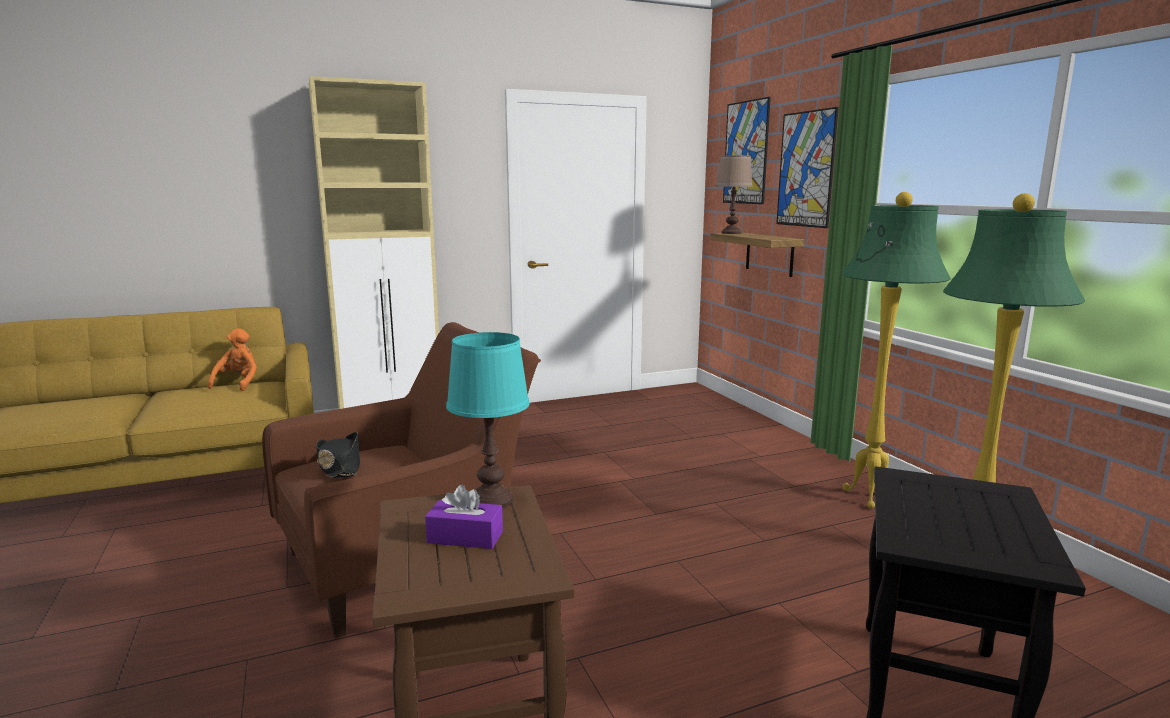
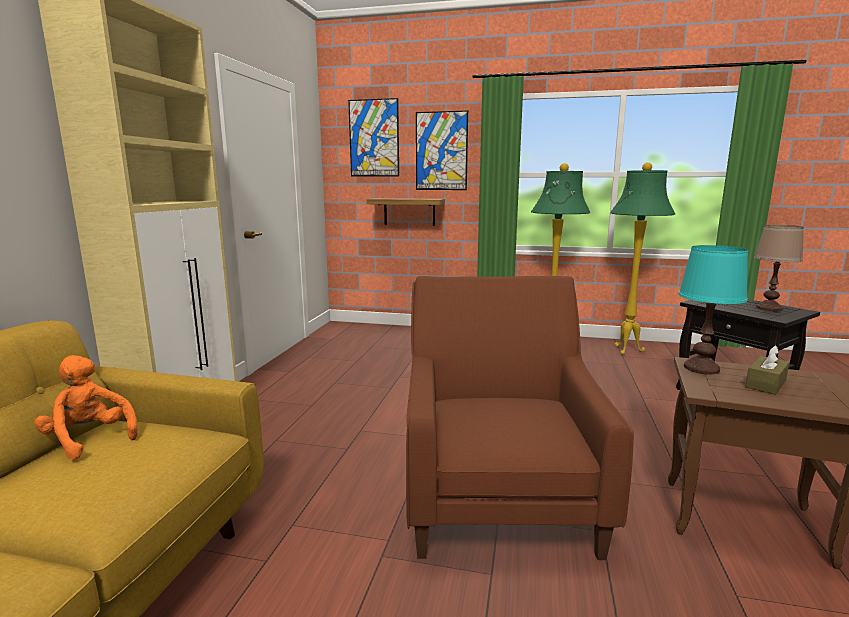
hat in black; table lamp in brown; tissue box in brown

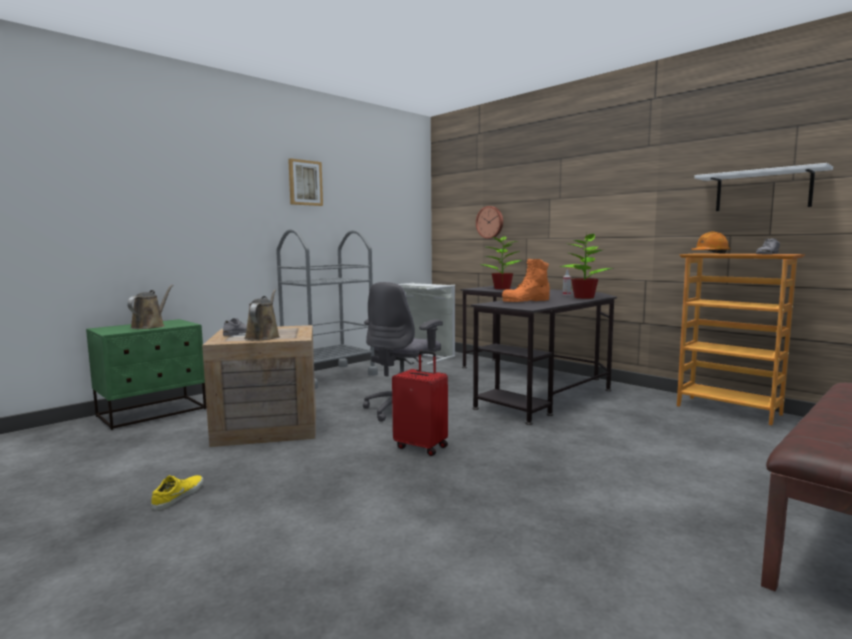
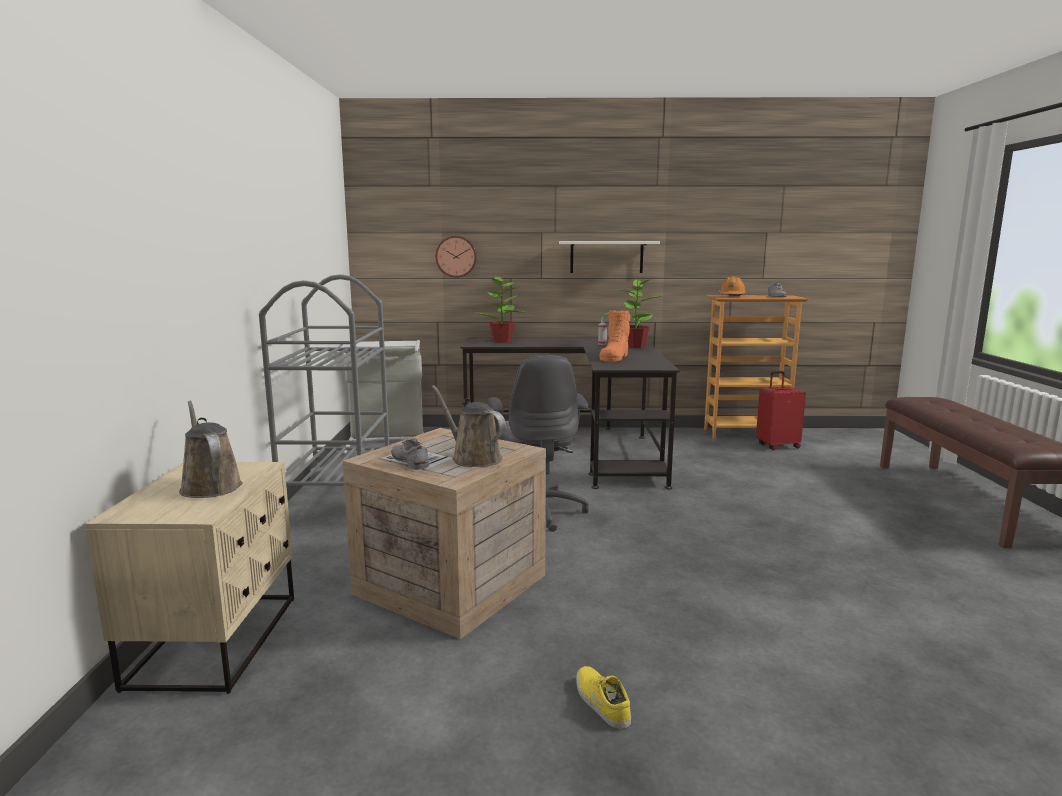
picture; suitcase in red; shelf in white; nightstand in beige

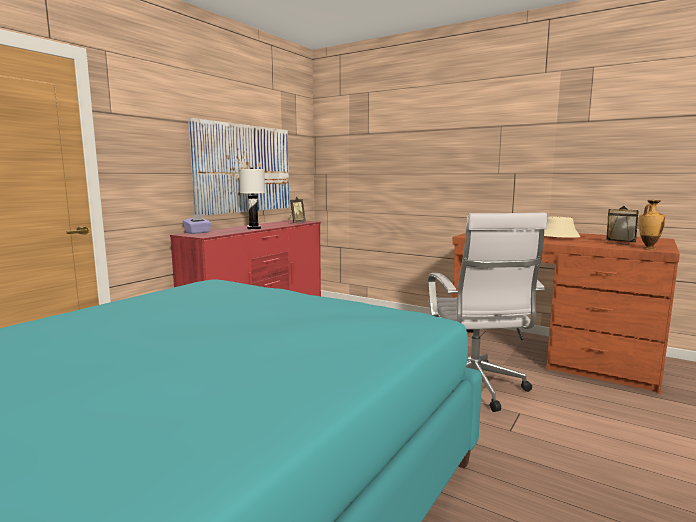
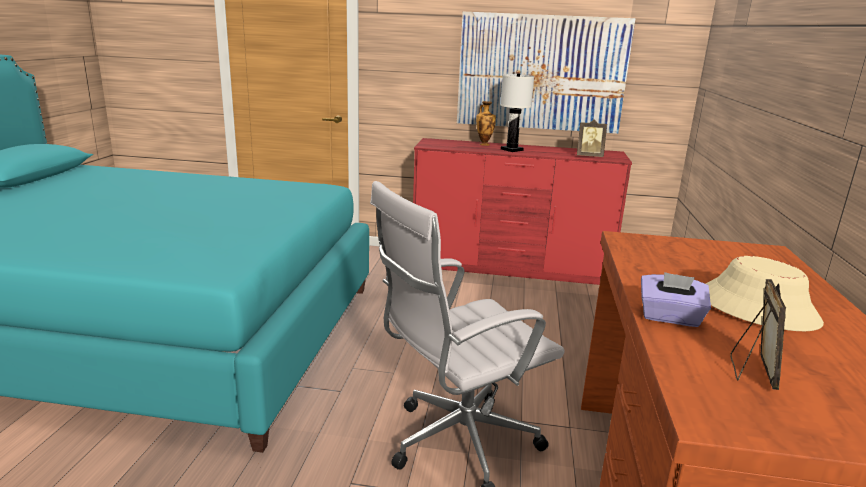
tissue box in purple; vase

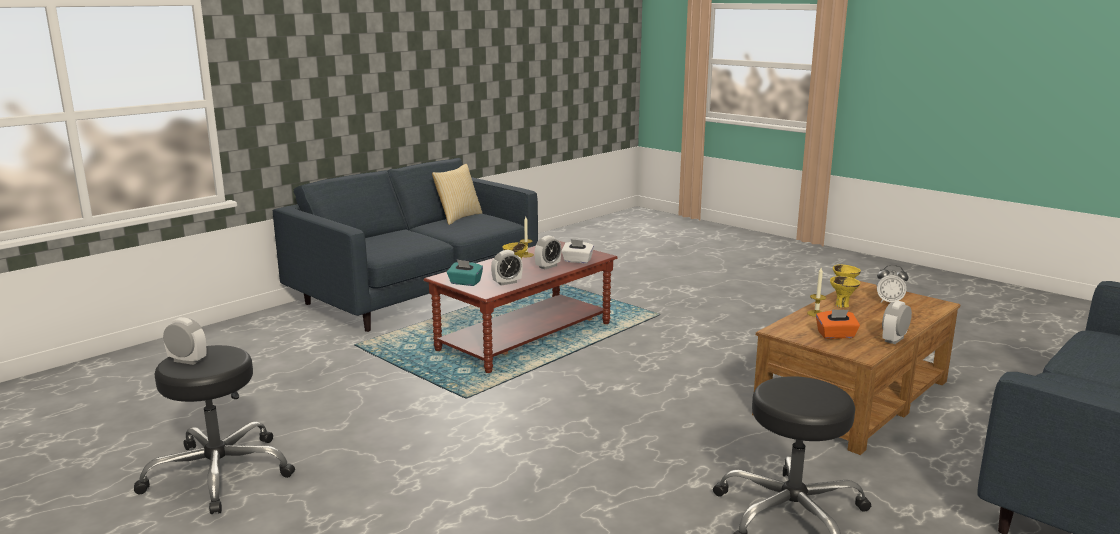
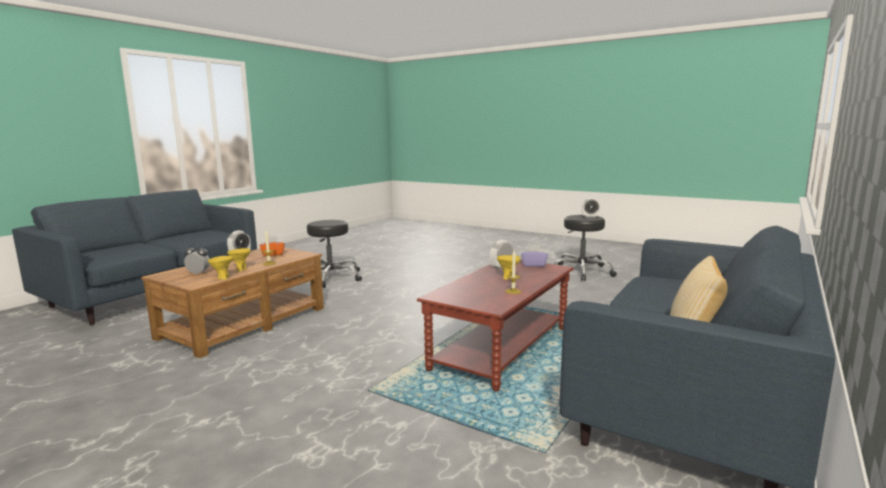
alarm clock (no. 3 from left in the first image); tissue box in white; tissue box in purple

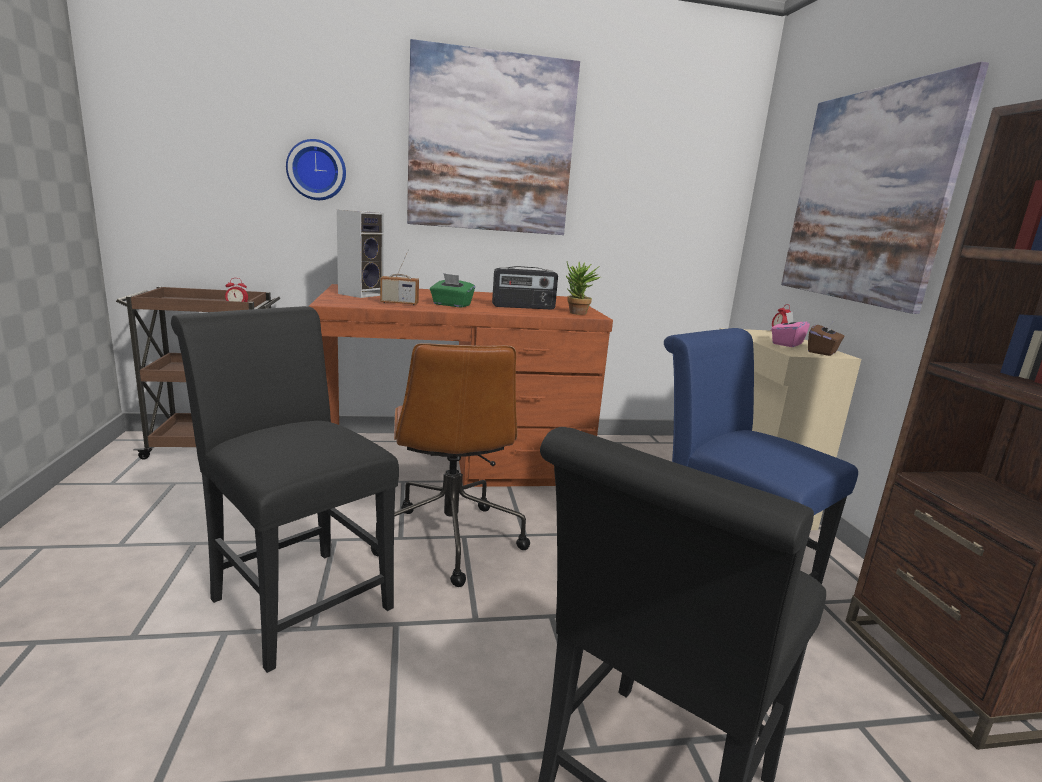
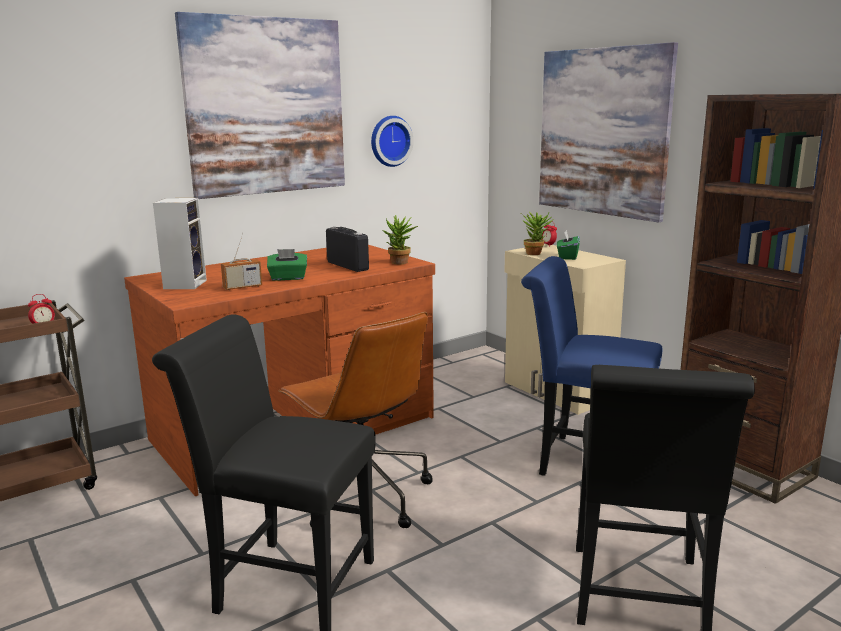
tissue box in brown; potted plant (no. 2 from left); wall clock; tissue box in green (no. 2 from left); radio (no. 2 from left)

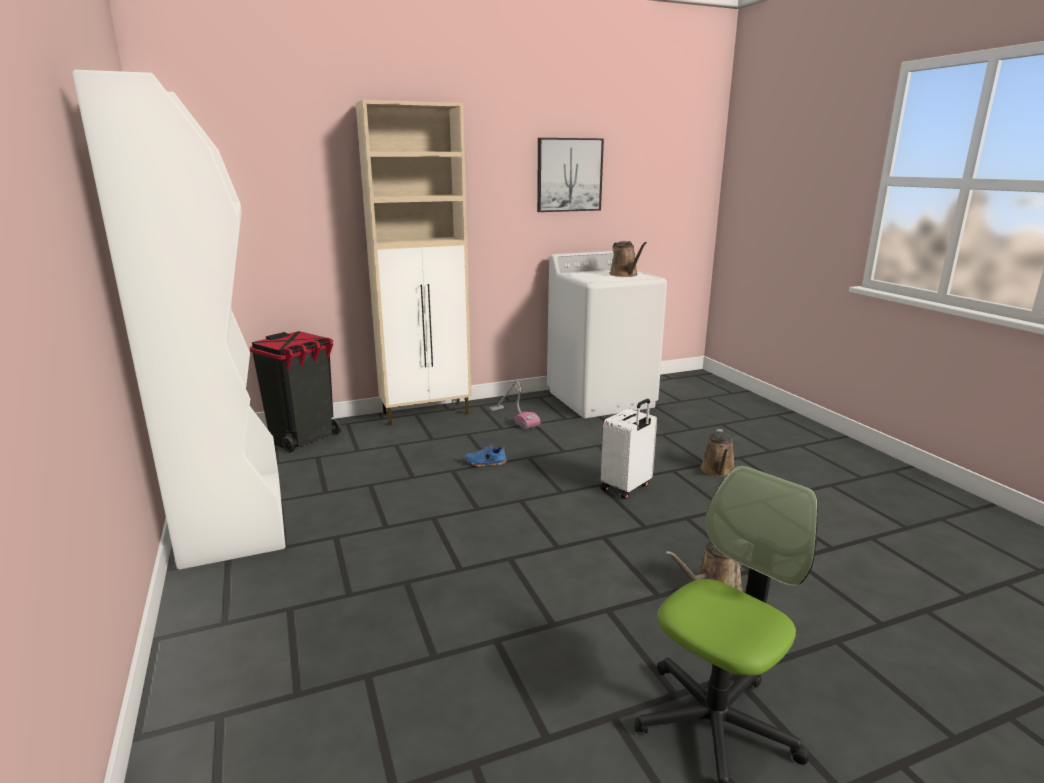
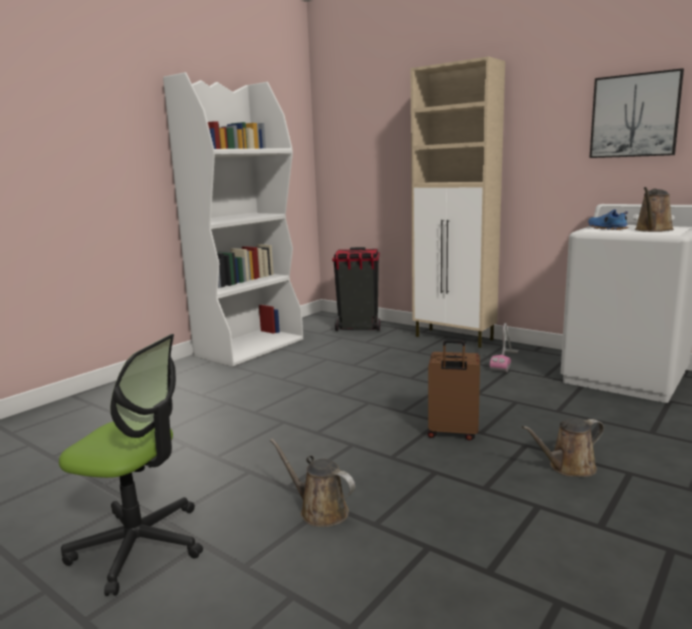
shoe in blue; suitcase in brown

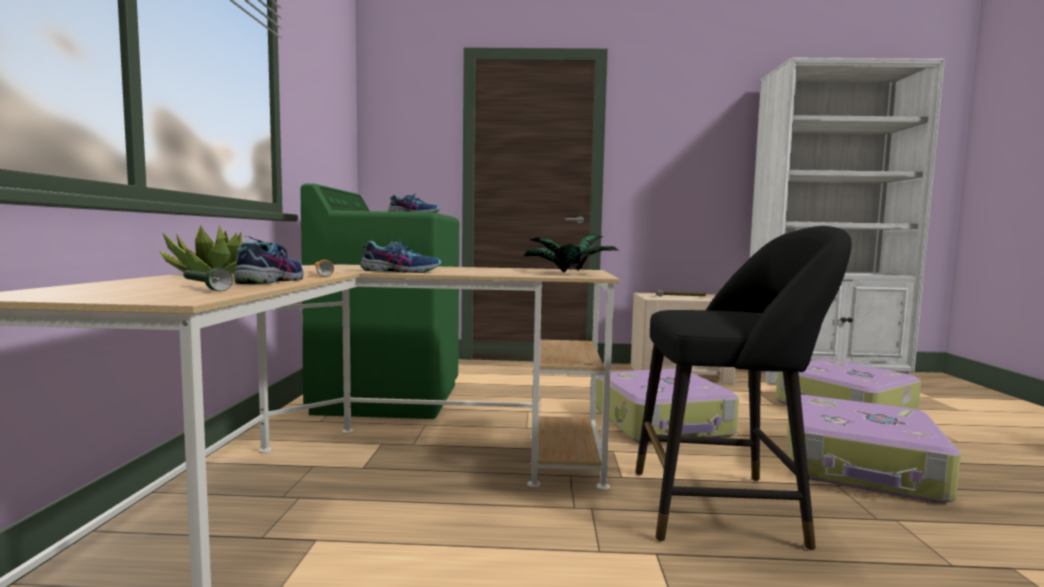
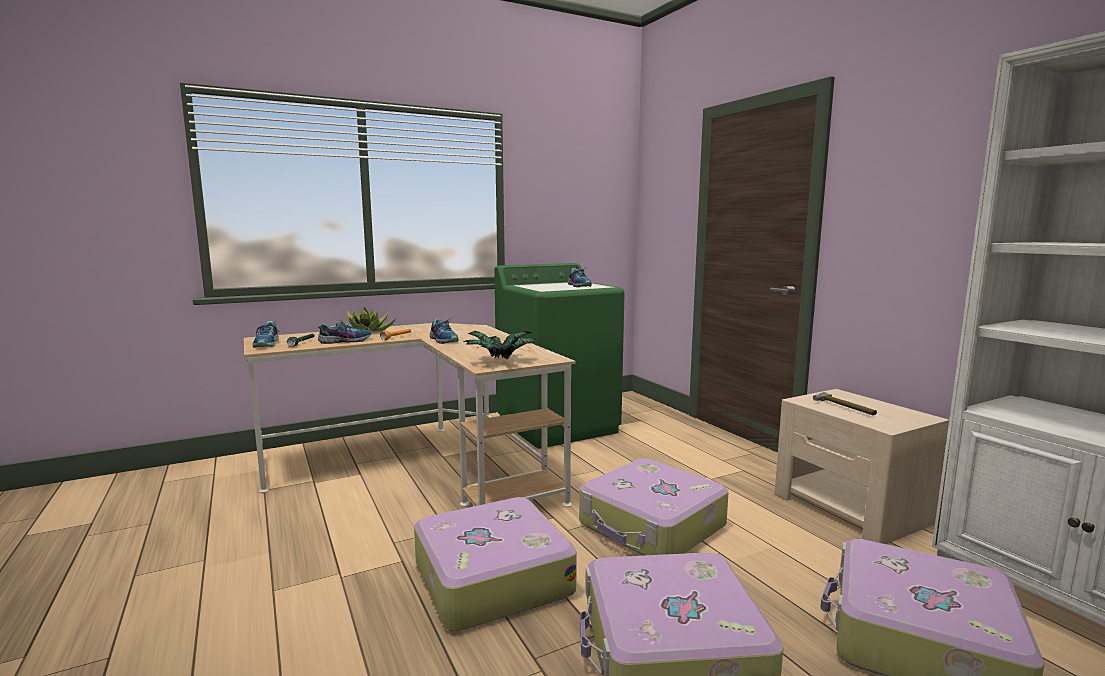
shoe (no. 1 from left); suitcase (no. 1 from left)

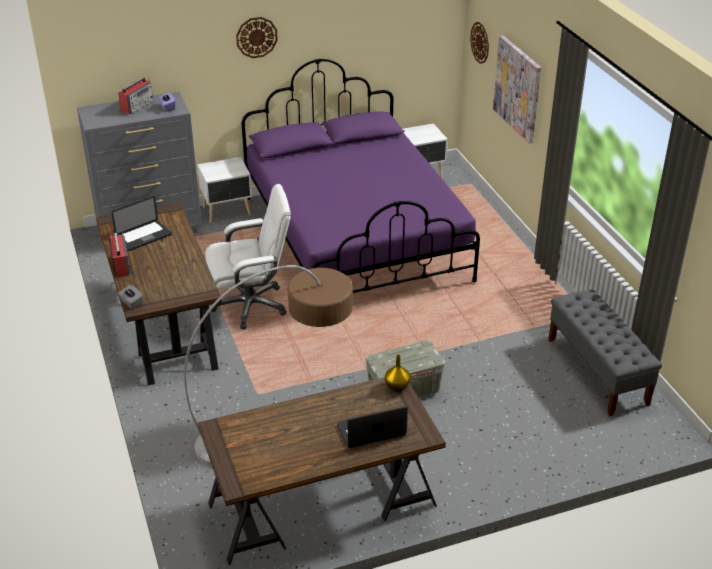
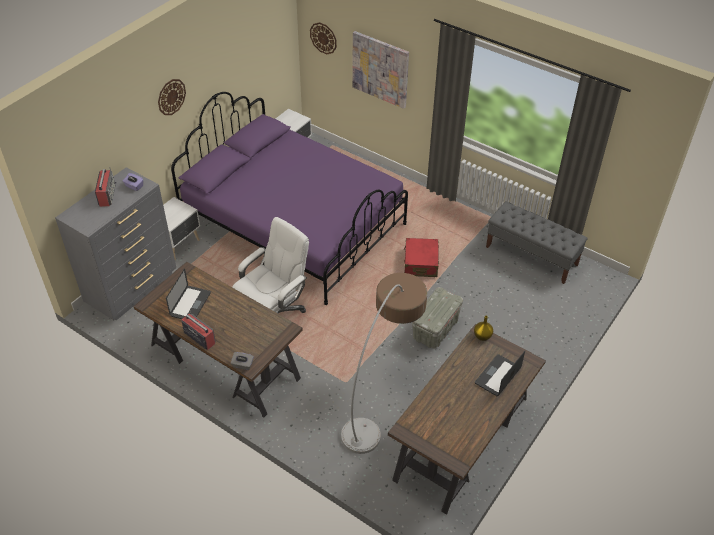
suitcase in red

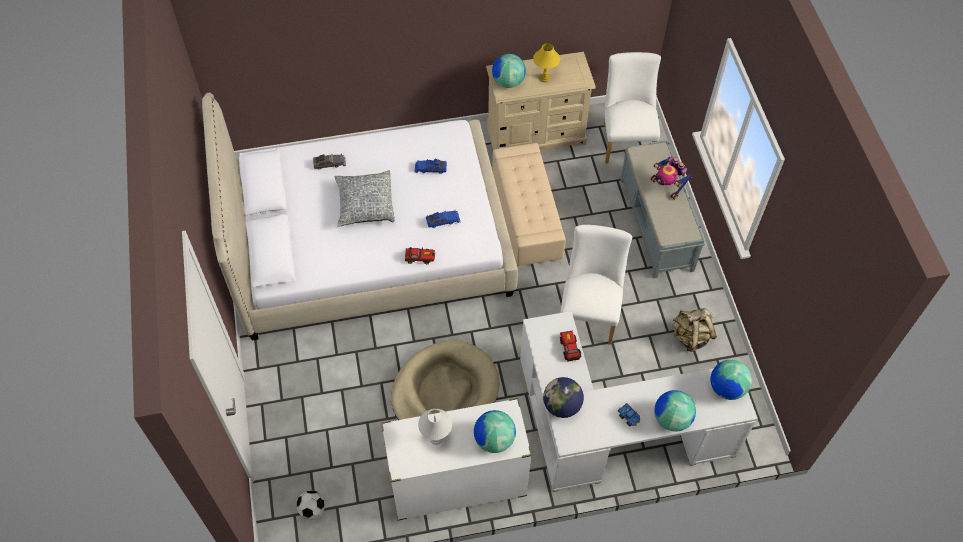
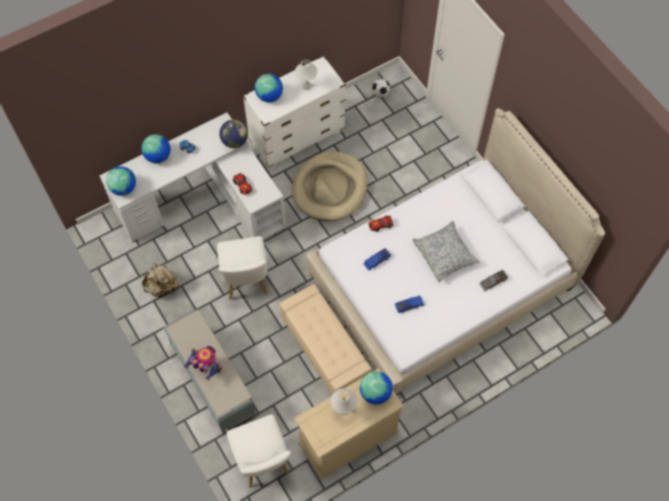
table lamp in white (no. 2 from left)

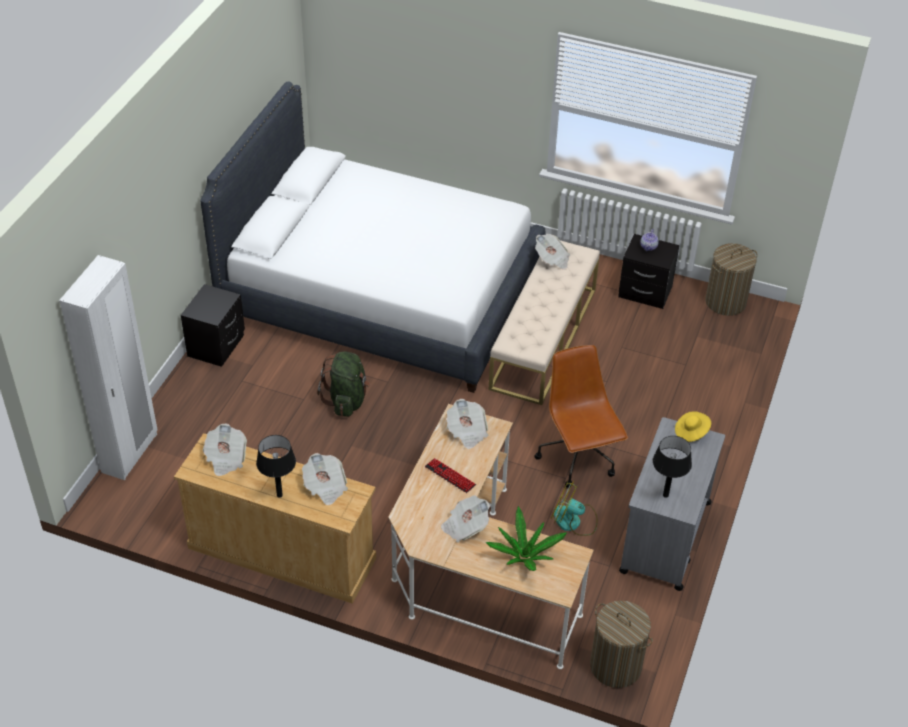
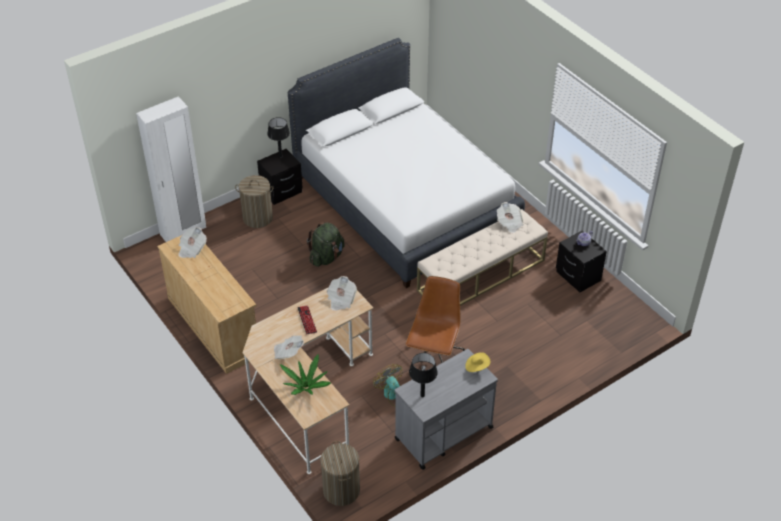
newspaper (no. 2 from left in the first image); table lamp in black (no. 1 from left); laundry basket (no. 1 from left)

